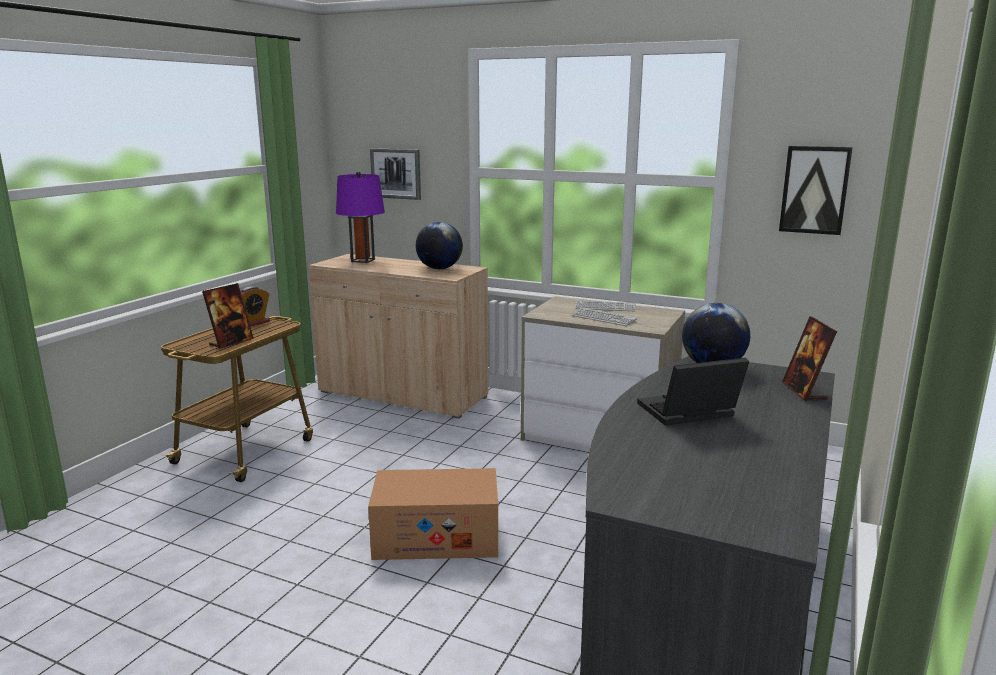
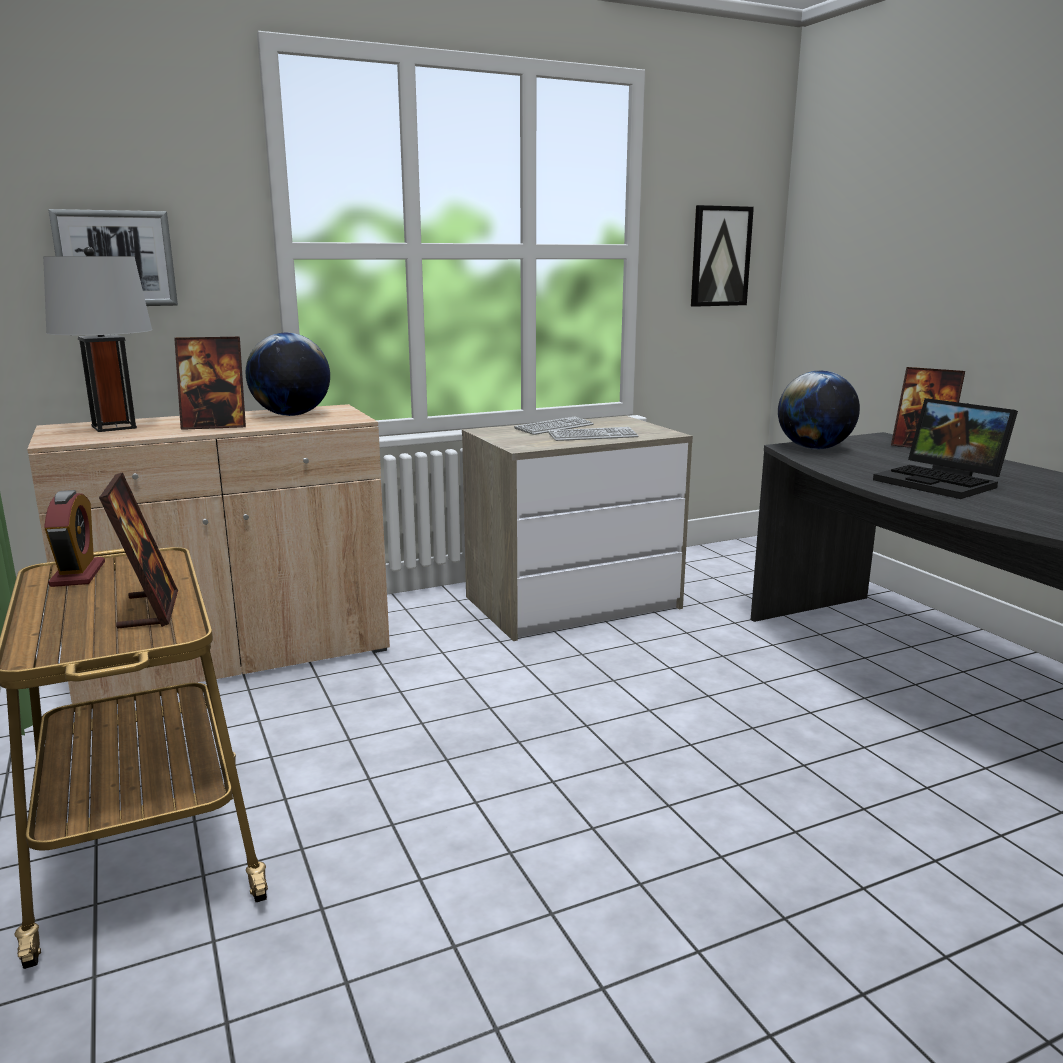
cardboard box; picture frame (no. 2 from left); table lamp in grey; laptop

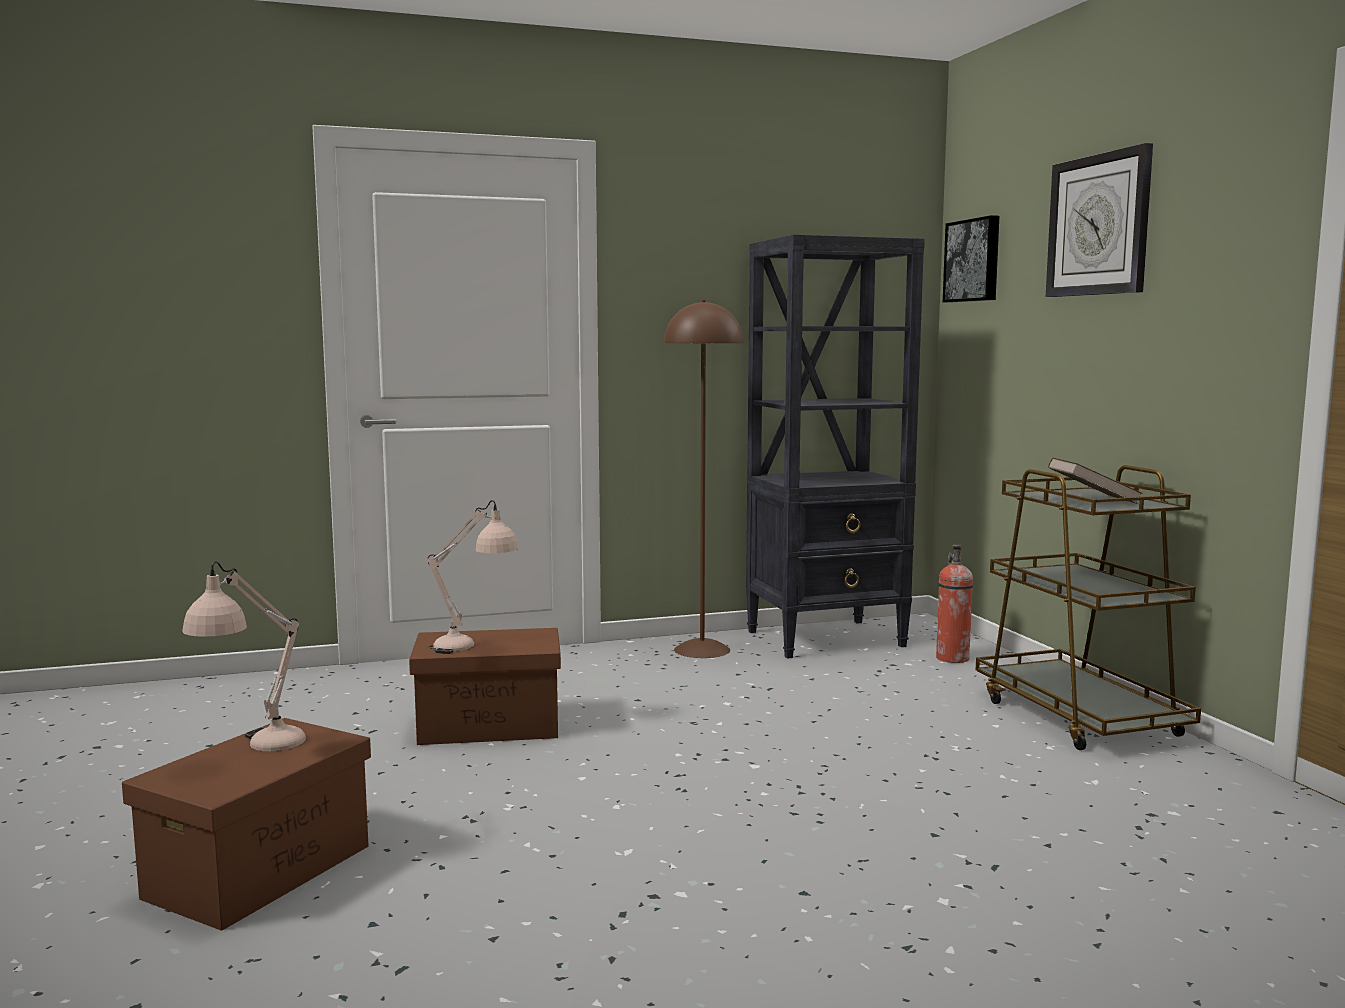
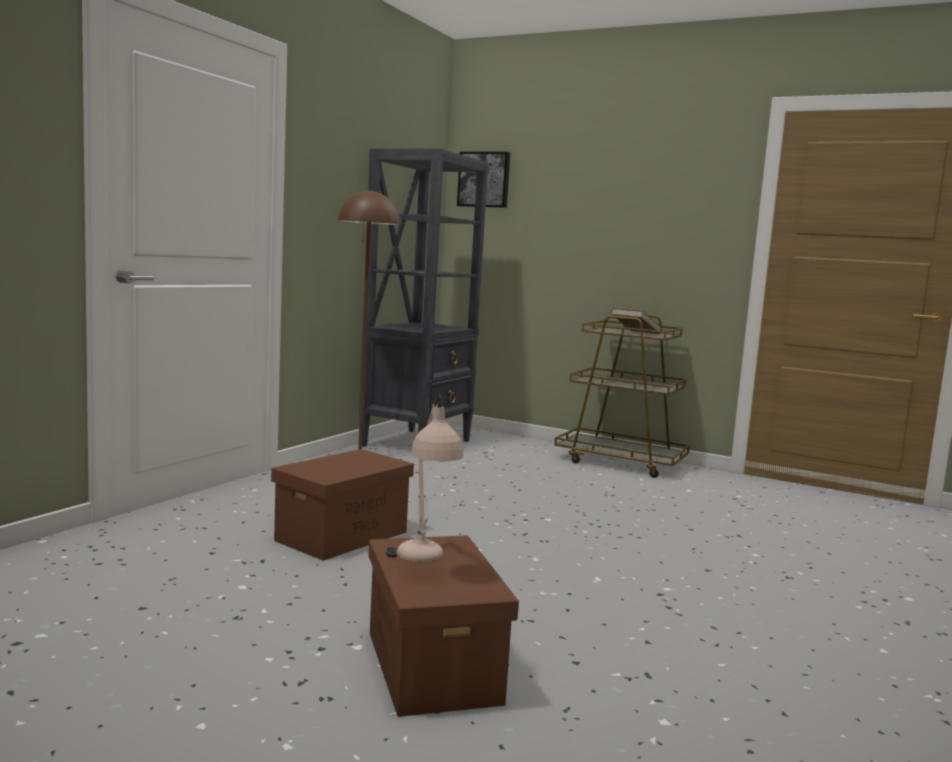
table lamp in beige (no. 2 from left in the first image); fire extinguisher; wall clock

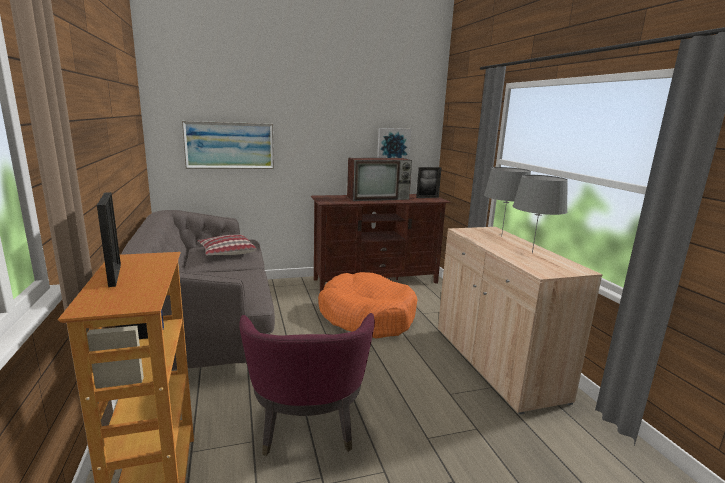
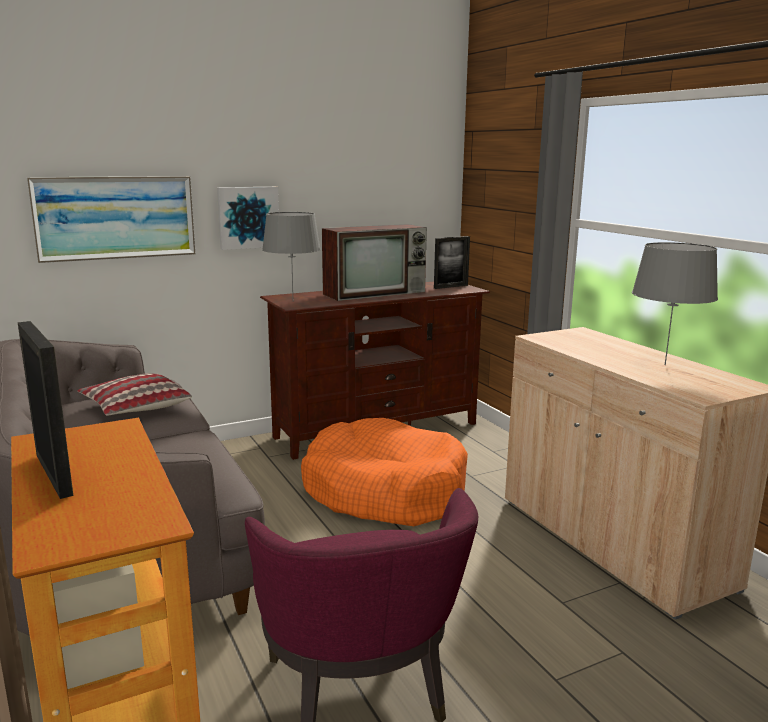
picture (no. 2 from left); table lamp in grey (no. 1 from left)

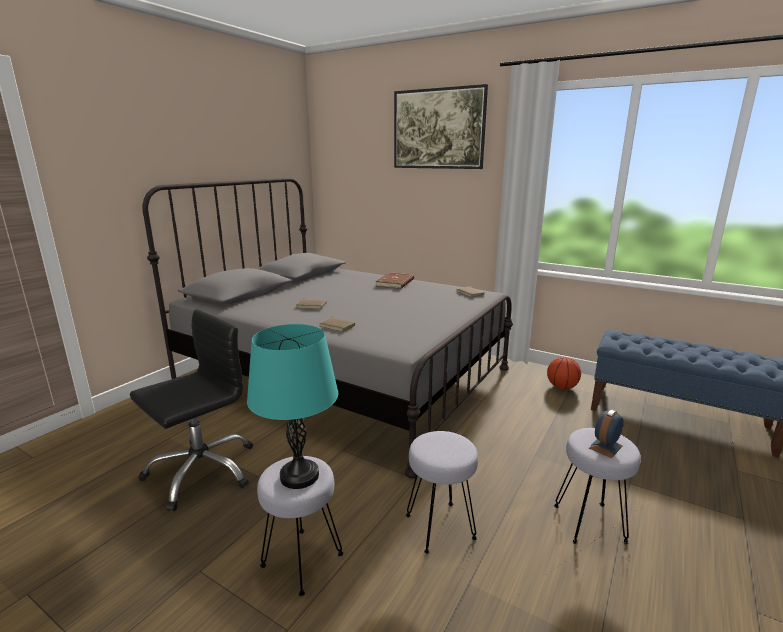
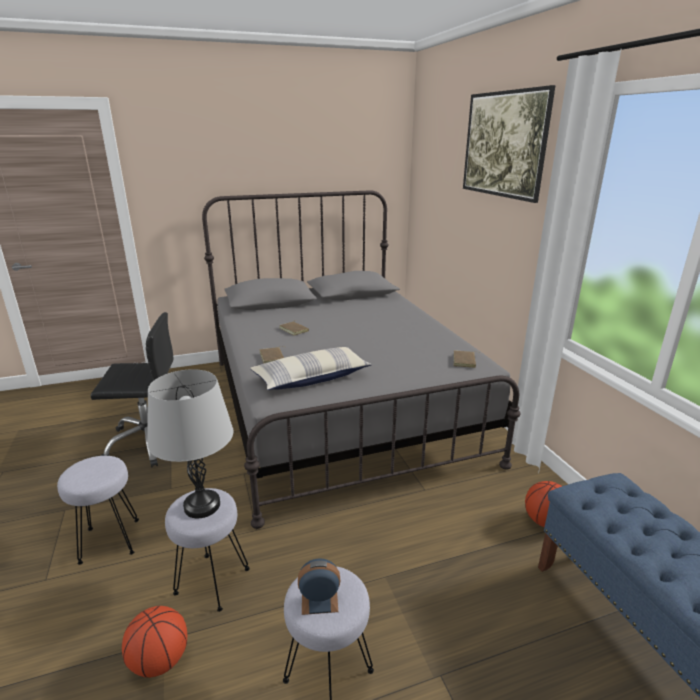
table lamp in turquoise; book in brown (no. 3 from left in the first image); basketball (no. 1 from left); table lamp in grey; pillow

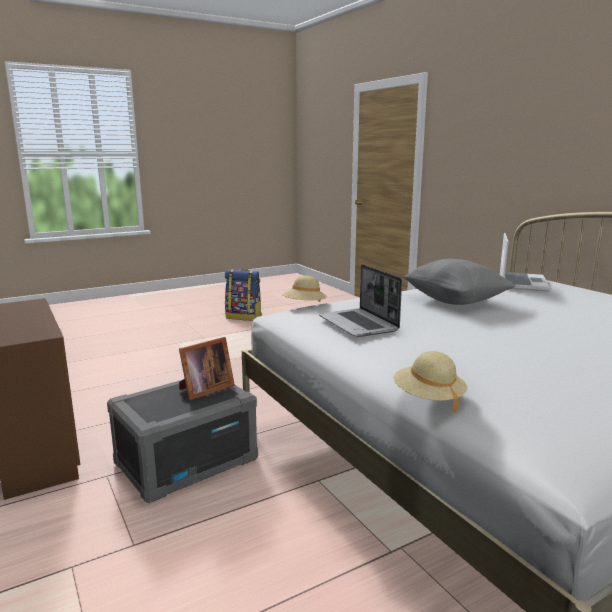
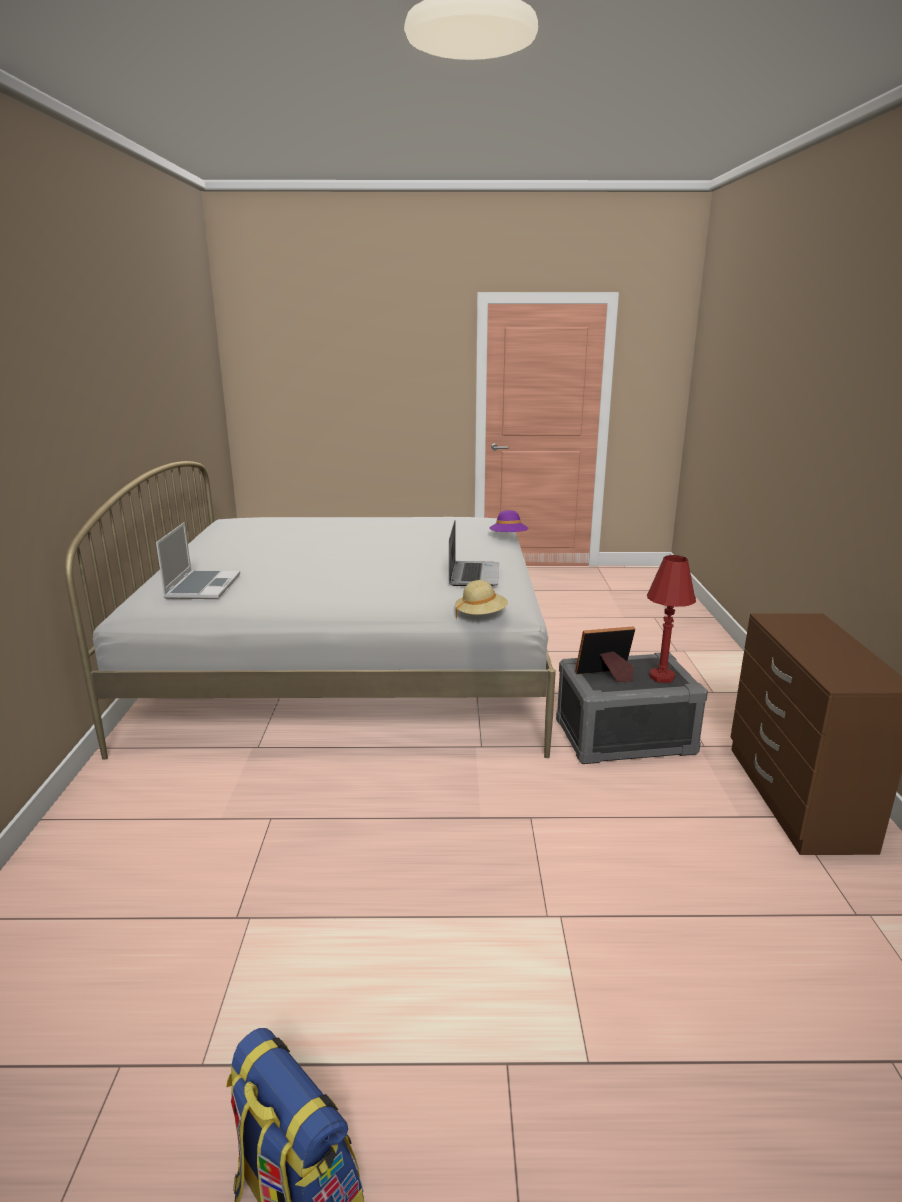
pillow in grey; table lamp in red; hat in purple; laptop (no. 1 from left)

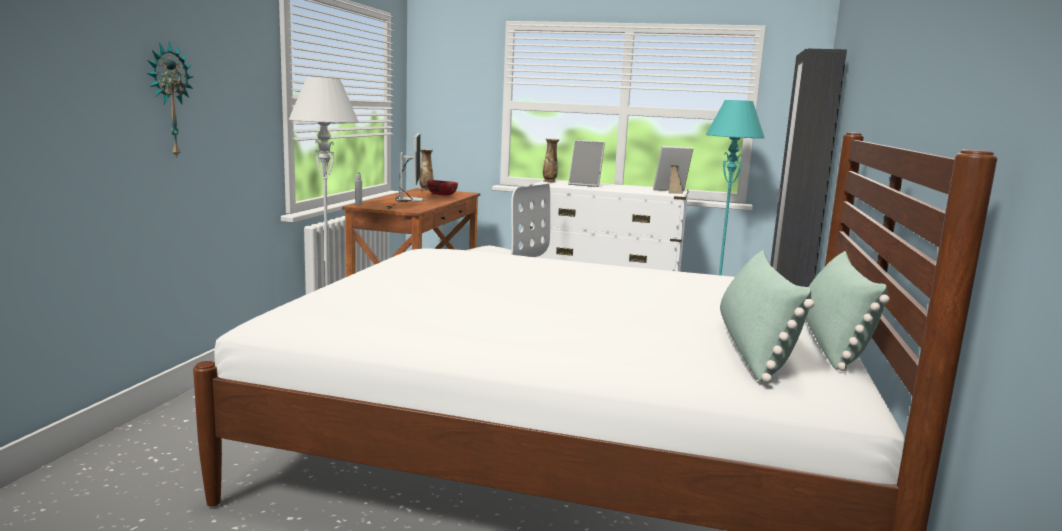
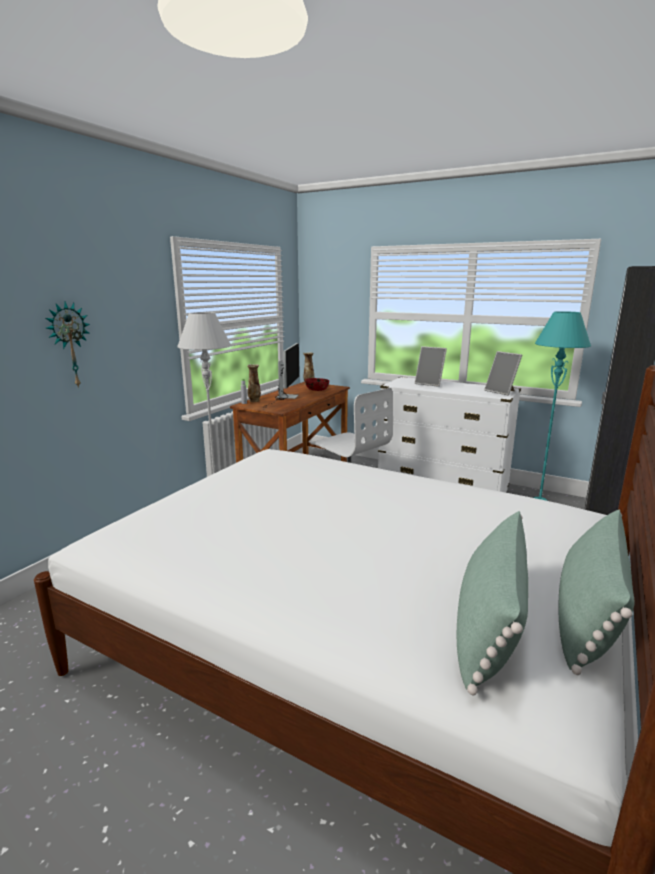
vase (no. 1 from left); picture frame (no. 2 from left)

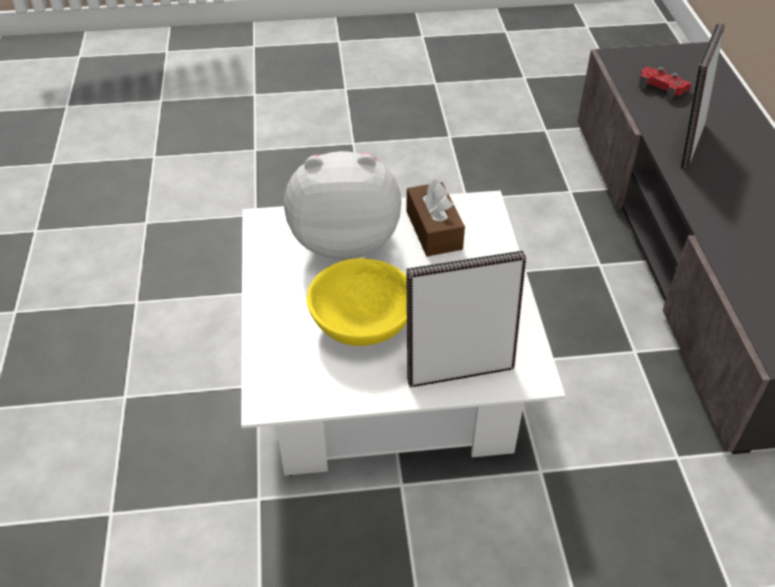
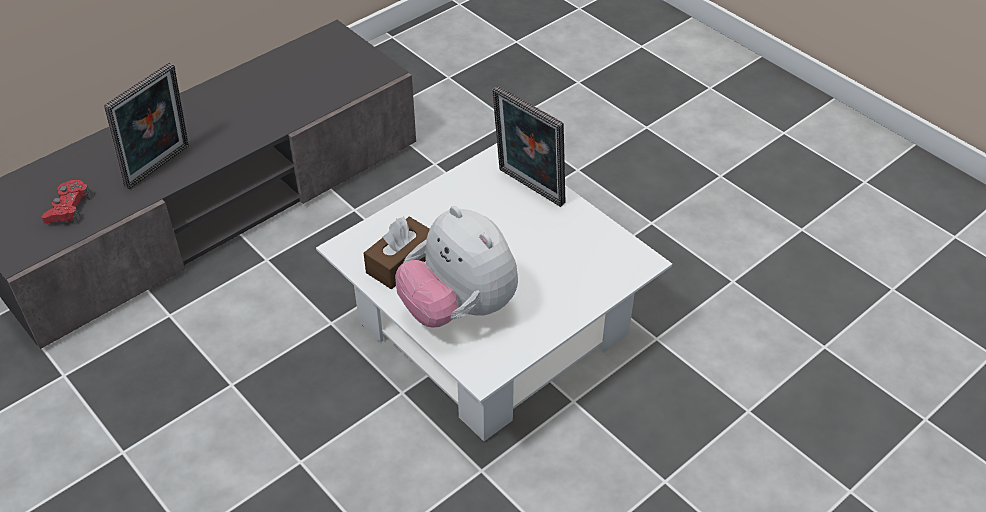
bowl in yellow; picture frame (no. 1 from left)

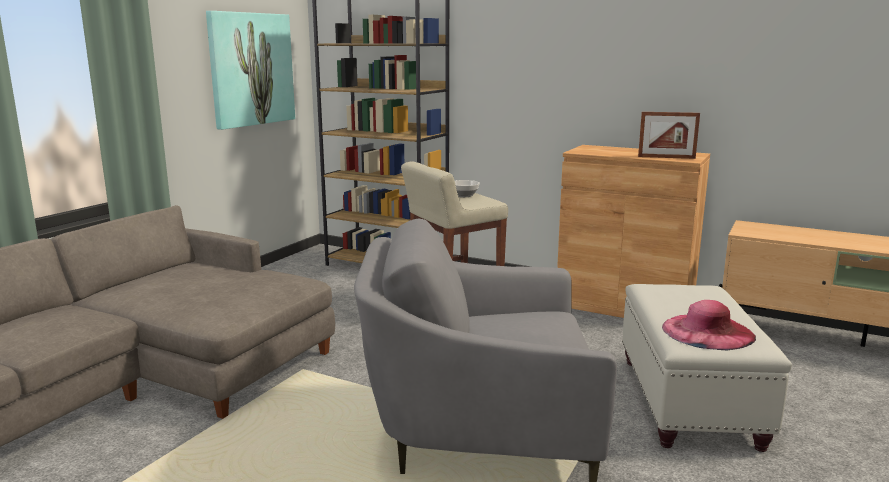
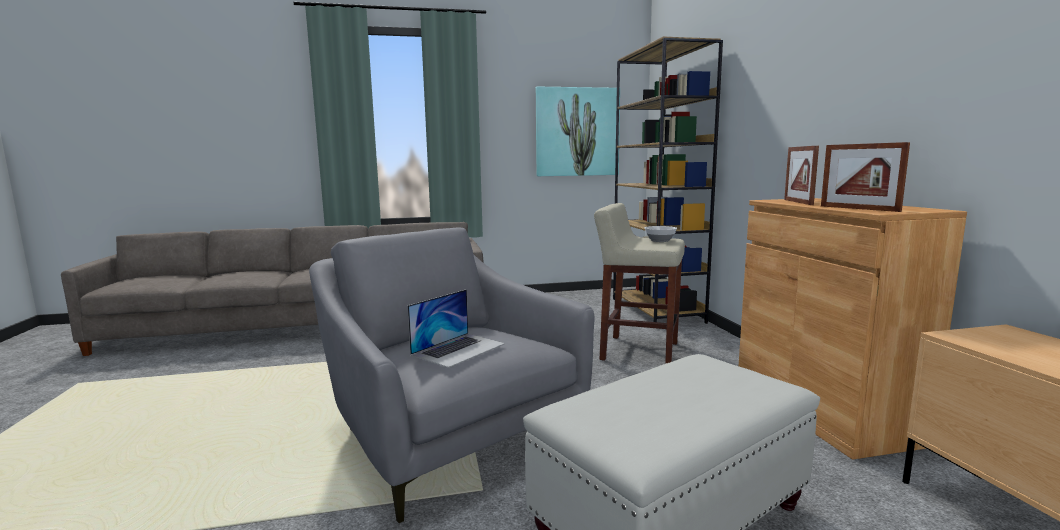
hat in pink; laptop; picture frame (no. 1 from left)

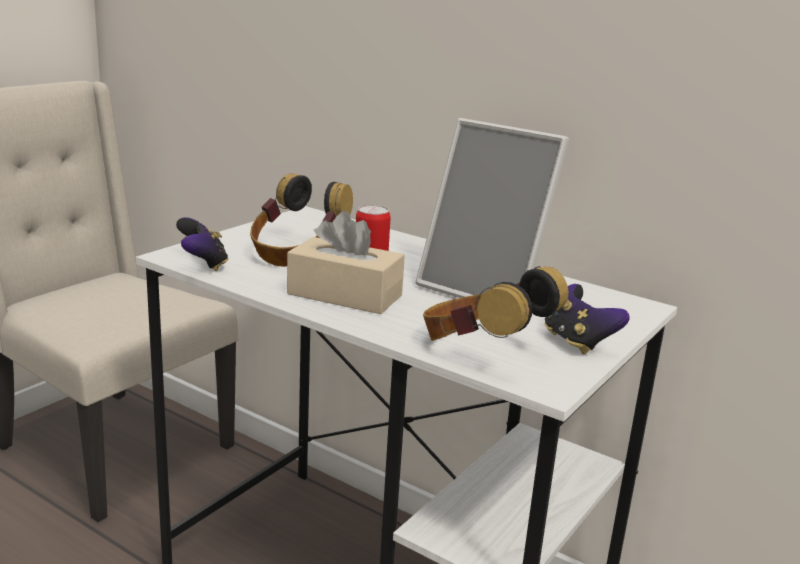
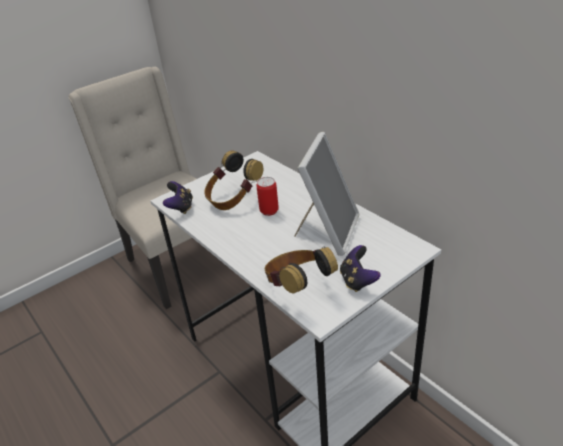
tissue box in beige; picture frame

